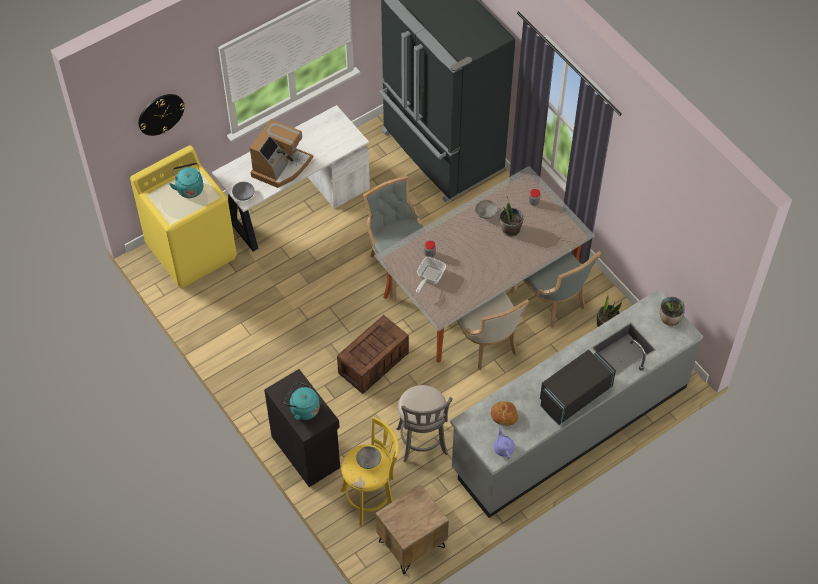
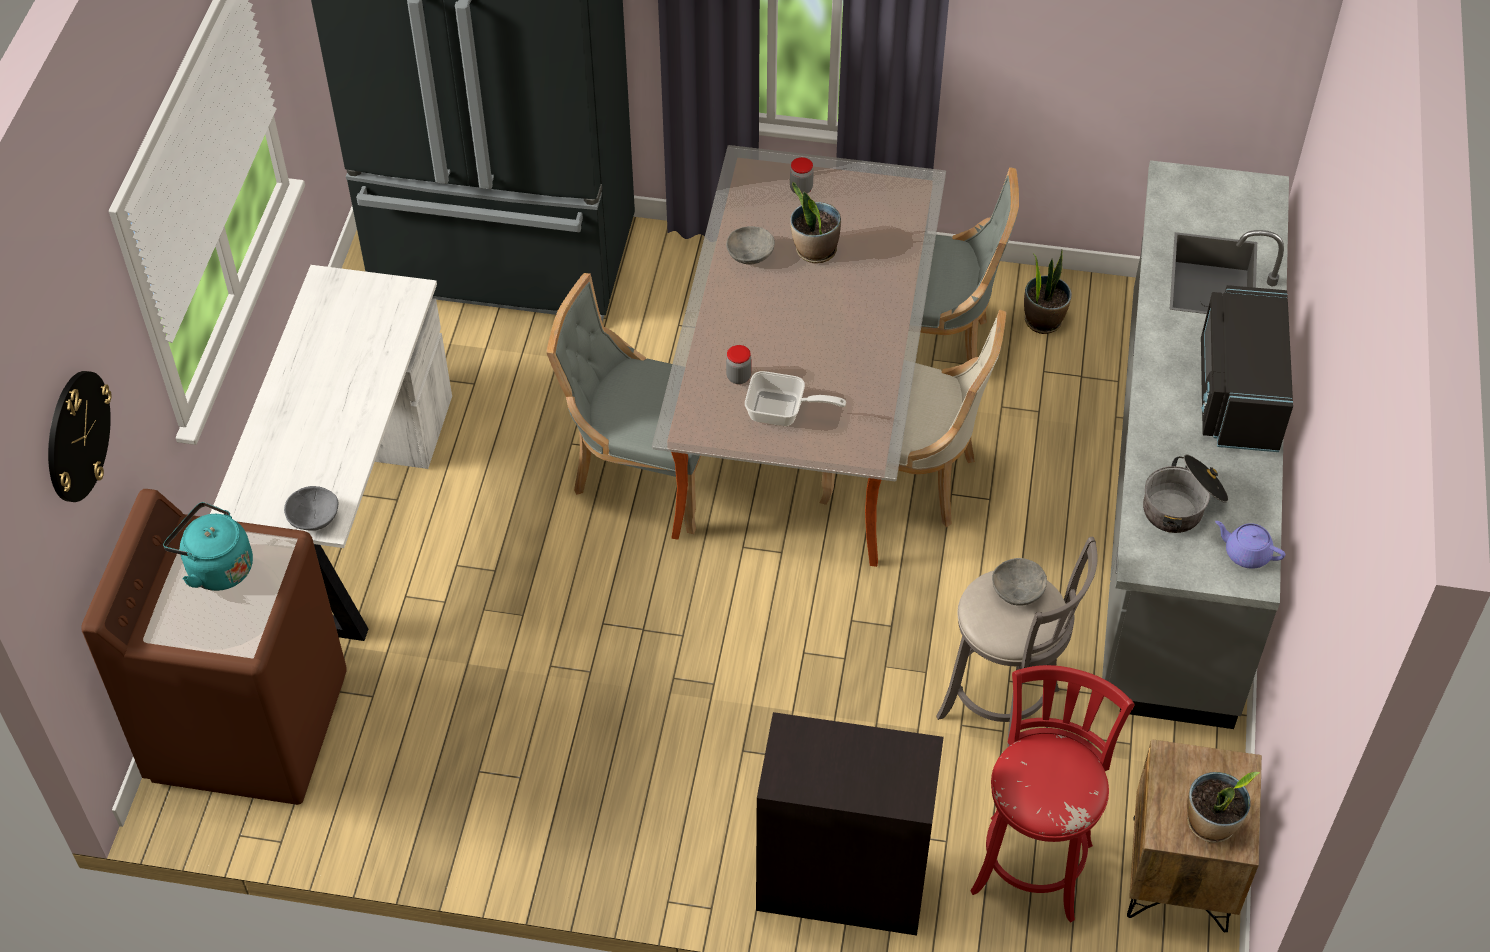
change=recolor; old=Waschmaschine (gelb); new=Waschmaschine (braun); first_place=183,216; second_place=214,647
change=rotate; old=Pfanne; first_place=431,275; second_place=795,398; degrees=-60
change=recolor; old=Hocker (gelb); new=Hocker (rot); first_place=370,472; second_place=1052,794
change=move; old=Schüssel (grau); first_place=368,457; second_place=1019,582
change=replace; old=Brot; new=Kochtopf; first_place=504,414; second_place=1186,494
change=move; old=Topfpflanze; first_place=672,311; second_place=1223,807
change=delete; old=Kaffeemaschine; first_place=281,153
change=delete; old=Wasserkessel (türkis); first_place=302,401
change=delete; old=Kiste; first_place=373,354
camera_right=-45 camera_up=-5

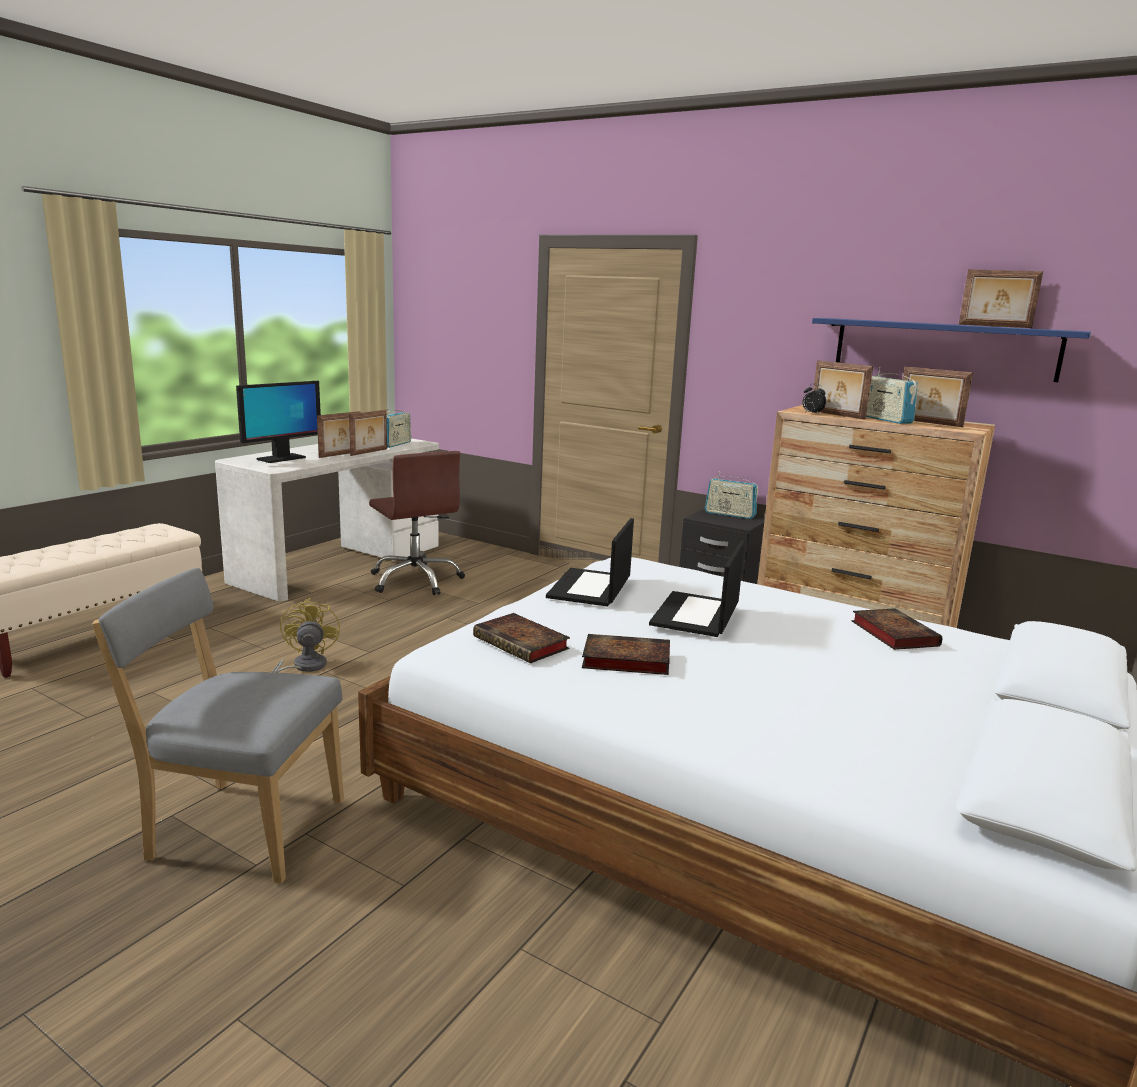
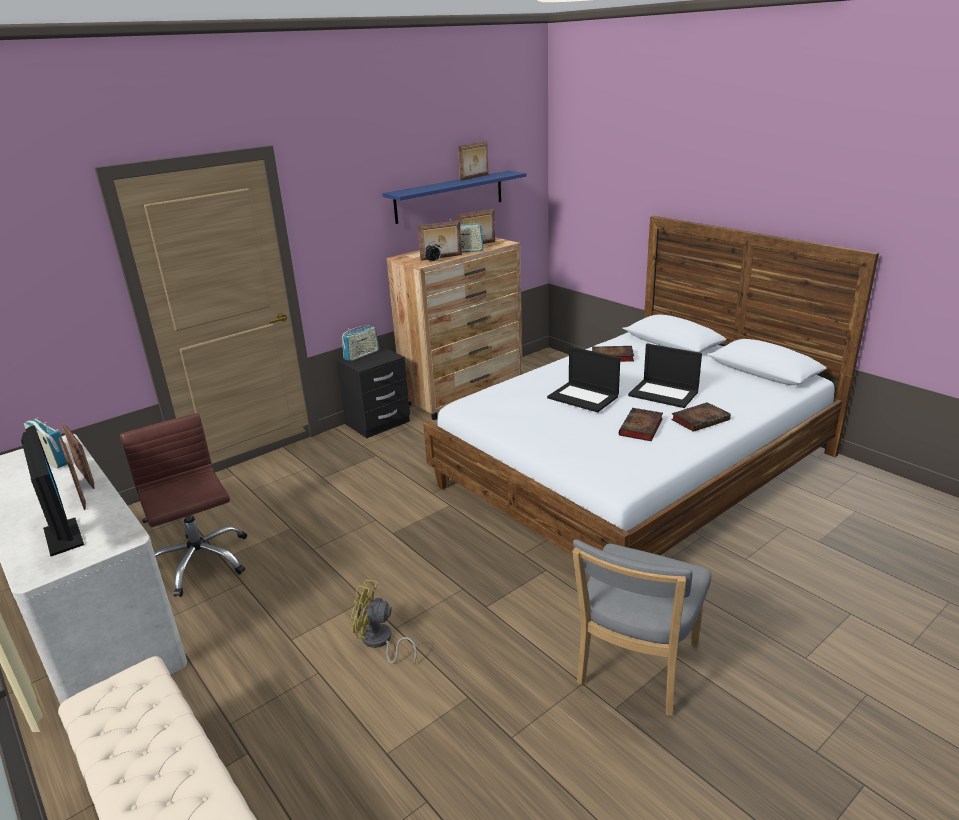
change=rotate; old=Bürostuhl (braun); first_place=417,523; second_place=183,505; degrees=-105
change=move; old=Laptop; first_place=590,562; second_place=665,375
change=move; old=Buch; first_place=521,638; second_place=701,417
camera_right=-70 camera_up=10

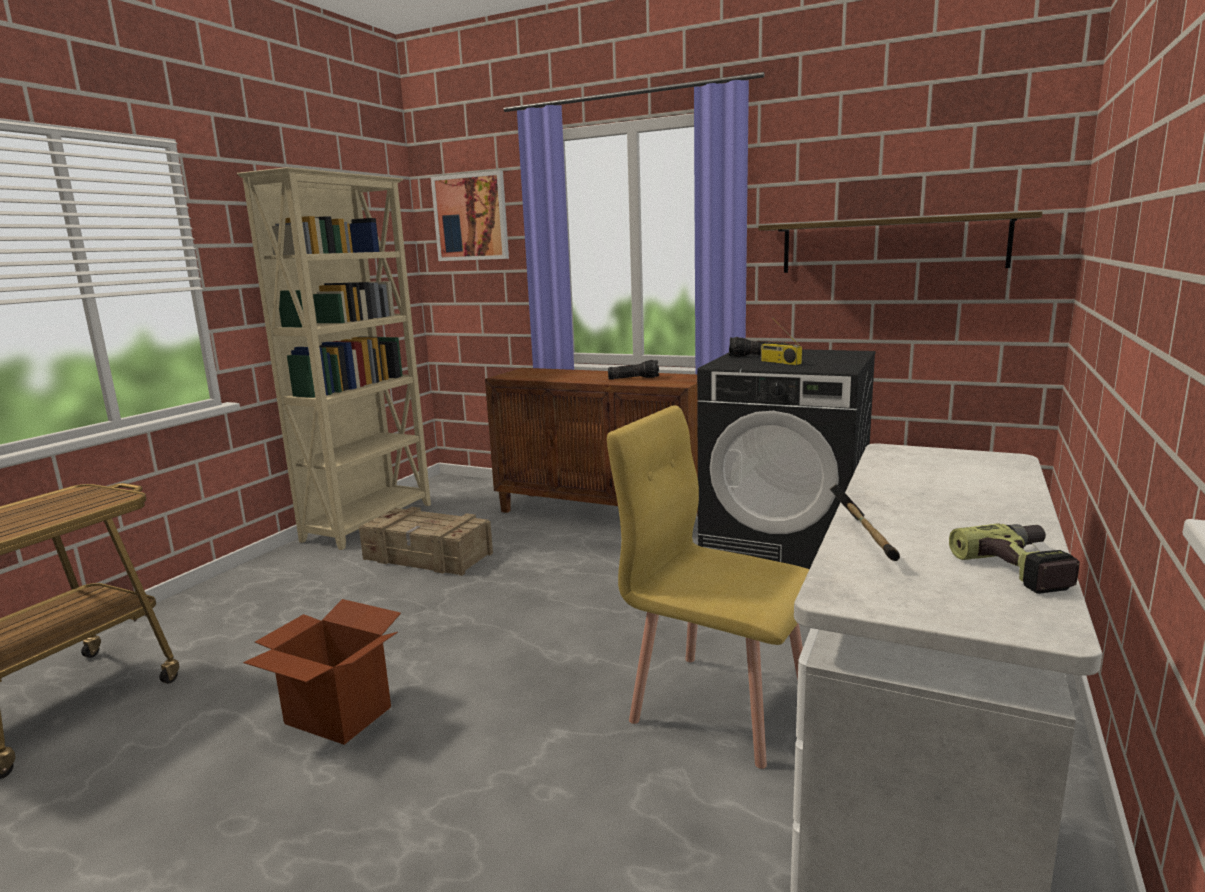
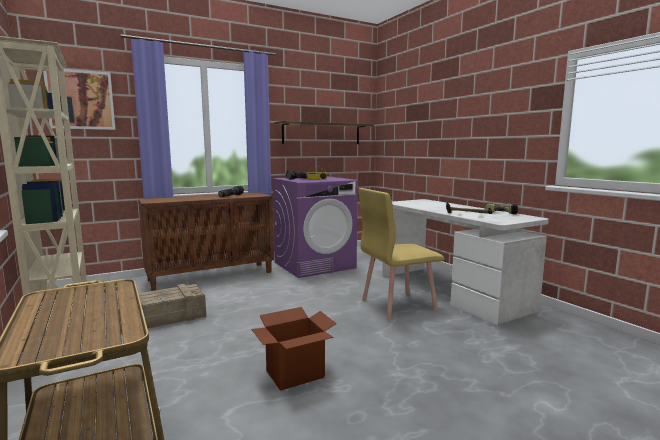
change=recolor; old=Waschmaschine (schwarz); new=Waschmaschine (lila); first_place=786,459; second_place=315,227
camera_right=-55 camera_up=-5

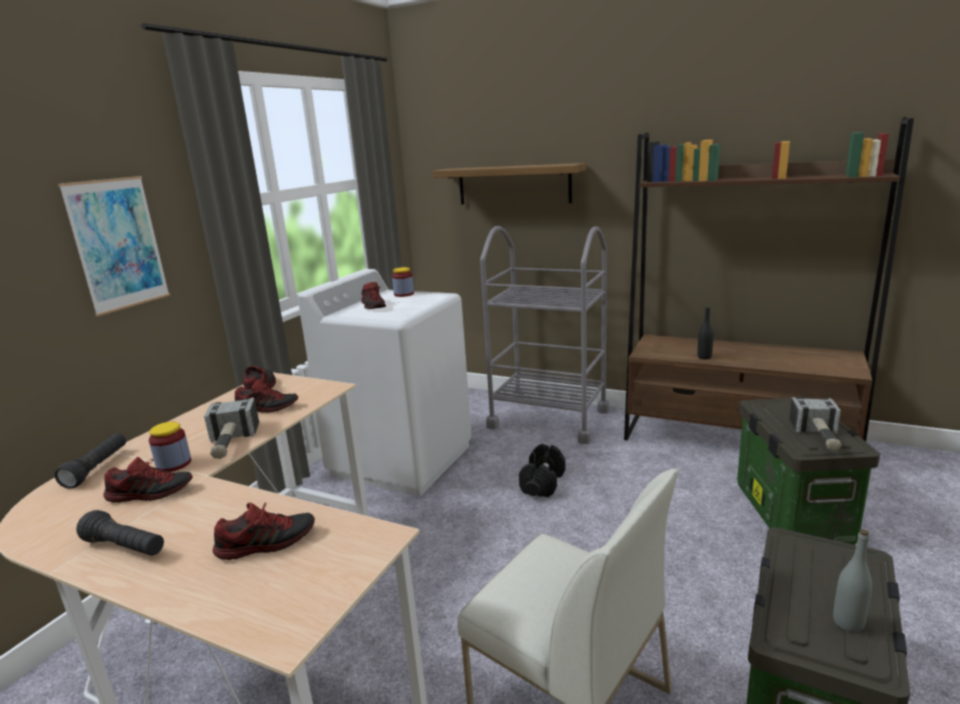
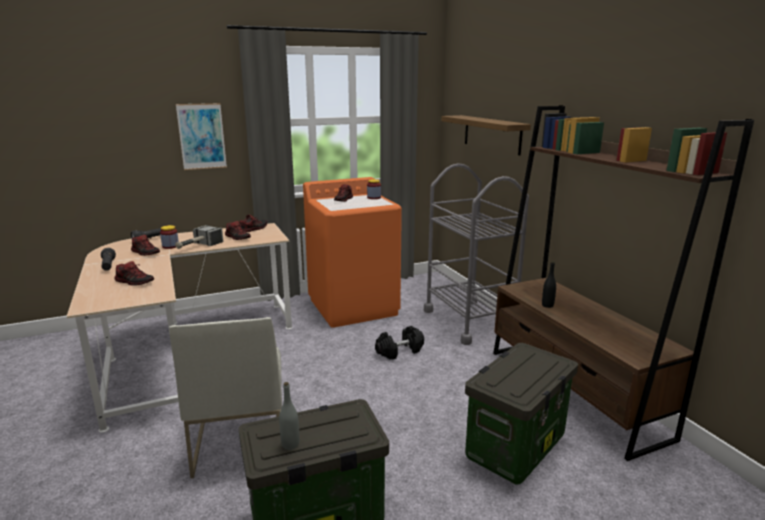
change=recolor; old=Waschmaschine (weiß); new=Waschmaschine (orange); first_place=385,382; second_place=352,252
change=delete; old=Hammer; first_place=815,424
camera_right=40 camera_up=0

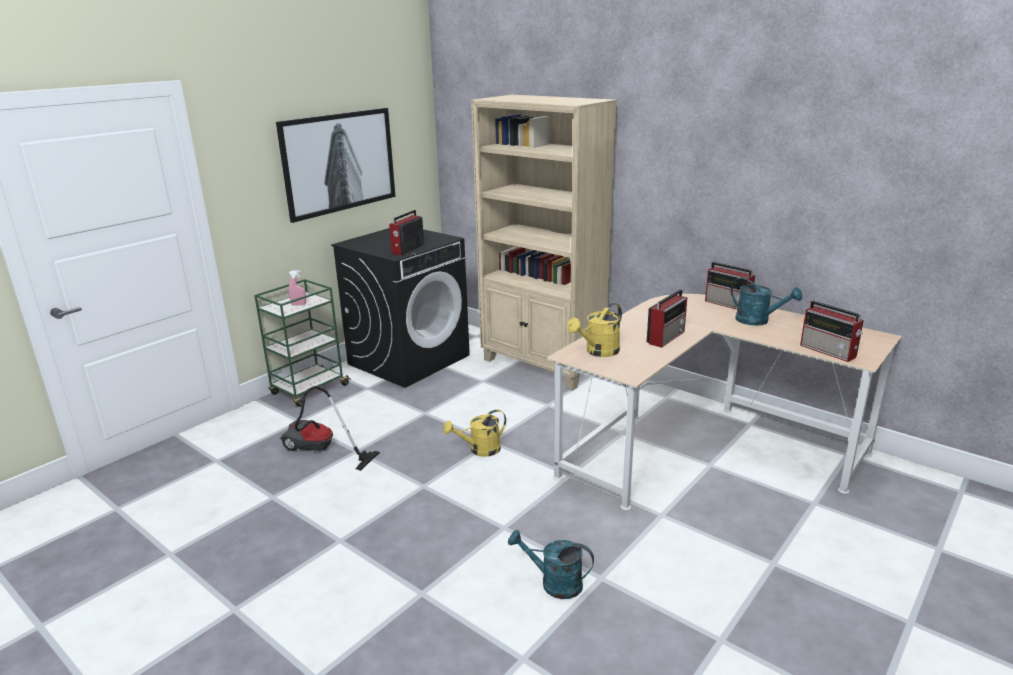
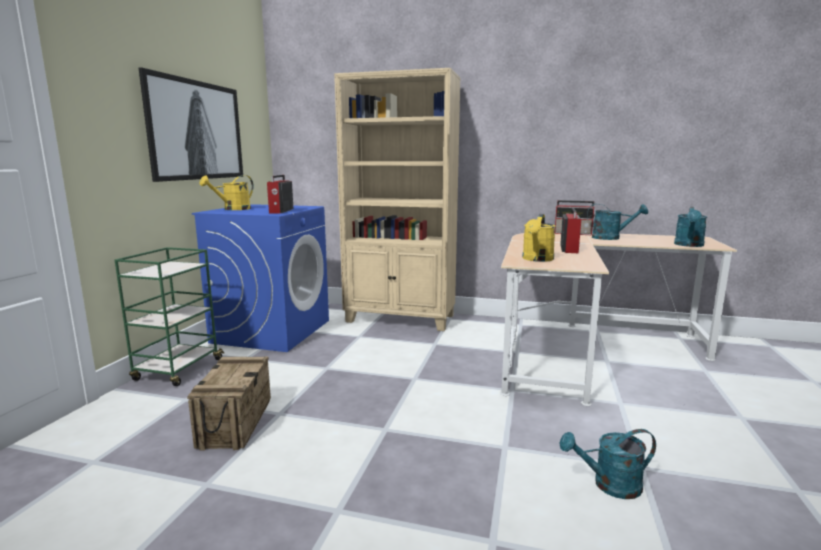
change=replace; old=Staubsauger; new=Kiste; first_place=330,428; second_place=229,403
change=recolor; old=Waschmaschine (schwarz); new=Waschmaschine (blau); first_place=400,308; second_place=260,278
change=move; old=Gießkanne (gelb); first_place=474,433; second_place=226,192
change=replace; old=Radio; new=Gießkanne (türkis); first_place=832,331; second_place=690,227
change=delete; old=Sprühflasche (rosa); first_place=297,288
camera_right=-25 camera_up=-10

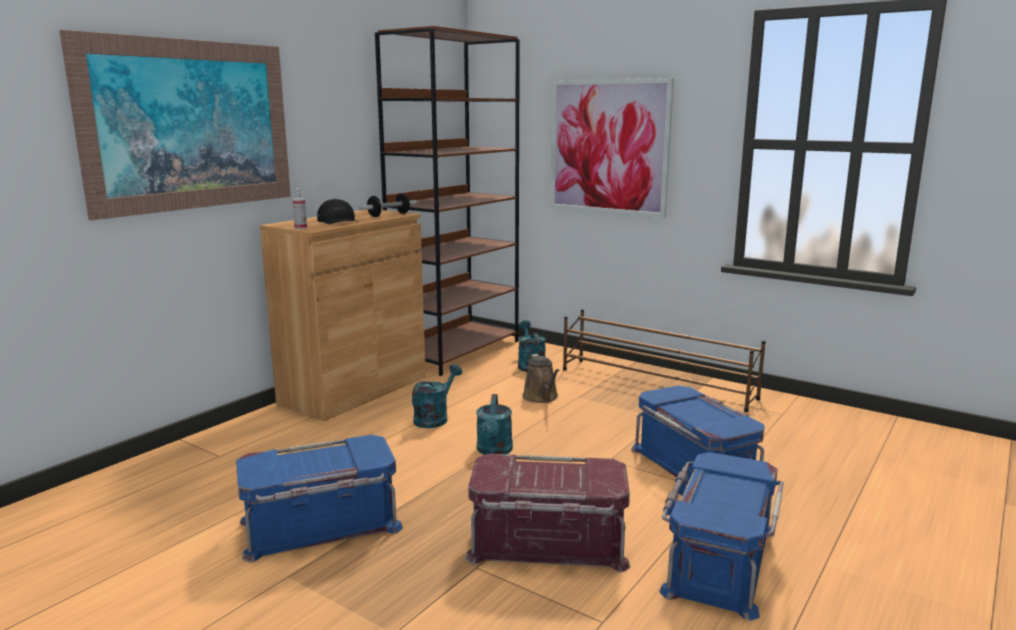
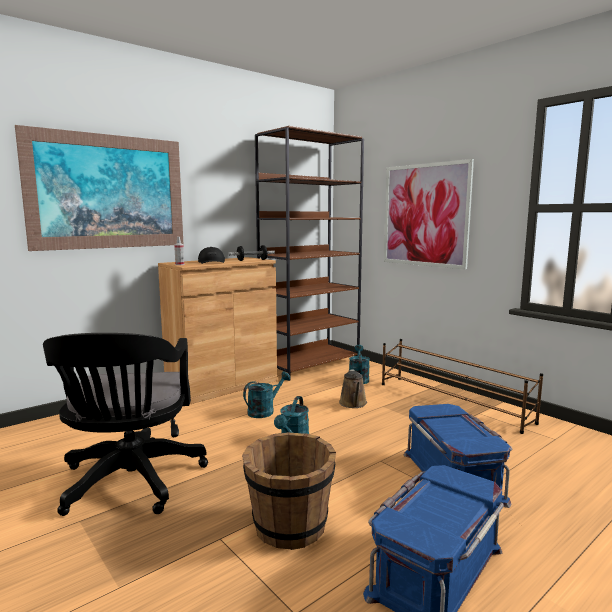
change=replace; old=Aufbewahrungsbox (blau); new=Bürostuhl (schwarz); first_place=319,499; second_place=125,424
change=replace; old=Aufbewahrungsbox (rot); new=Eimer (braun); first_place=547,513; second_place=289,491
camera_right=15 camera_up=-5

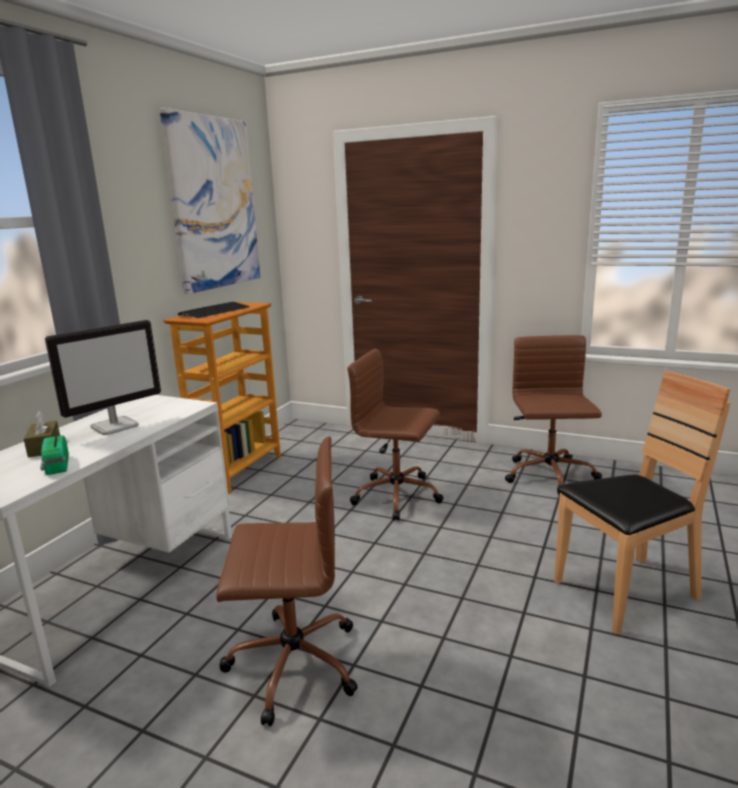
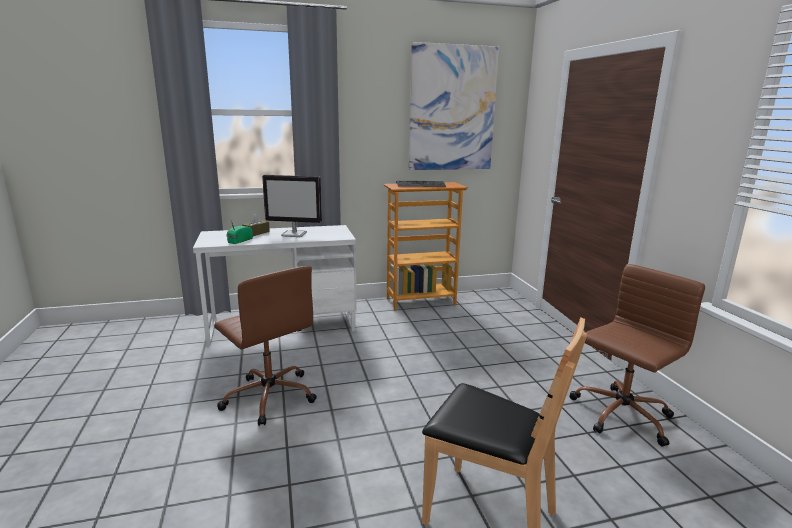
change=delete; old=Bürostuhl (braun); first_place=395,435
camera_right=50 camera_up=0

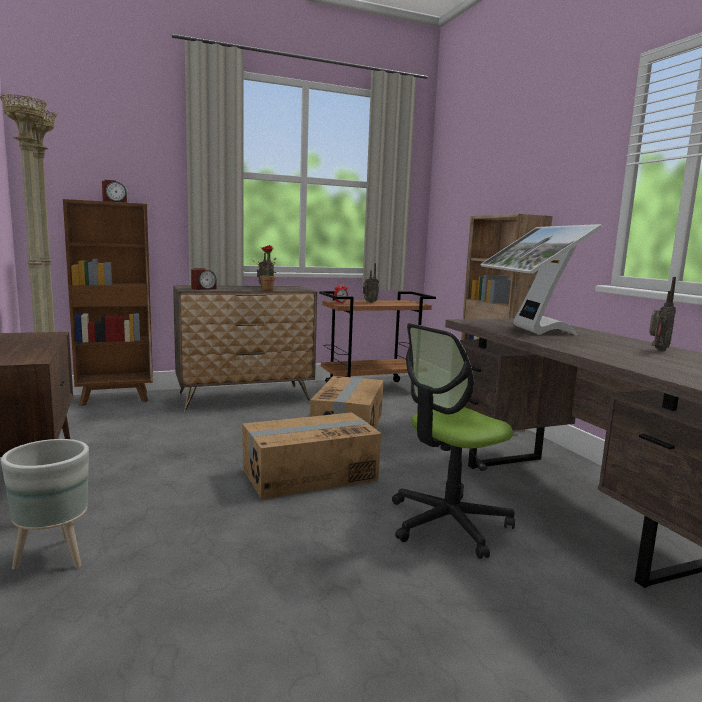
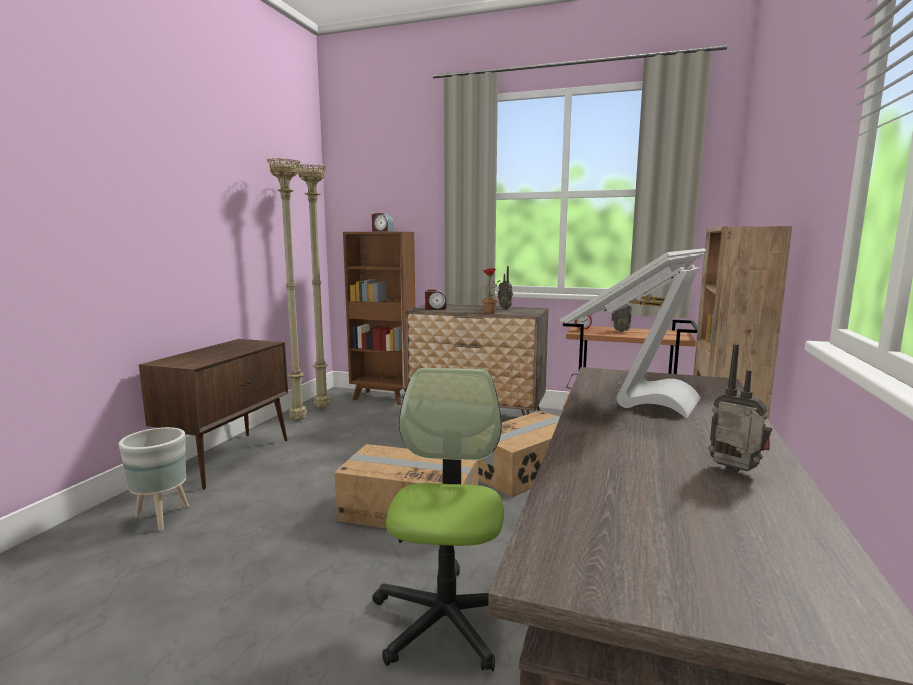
change=rotate; old=Bürostuhl; first_place=453,441; second_place=438,519; degrees=90
change=rotate; old=Radio; first_place=662,314; second_place=740,408; degrees=-135
camera_right=40 camera_up=0

